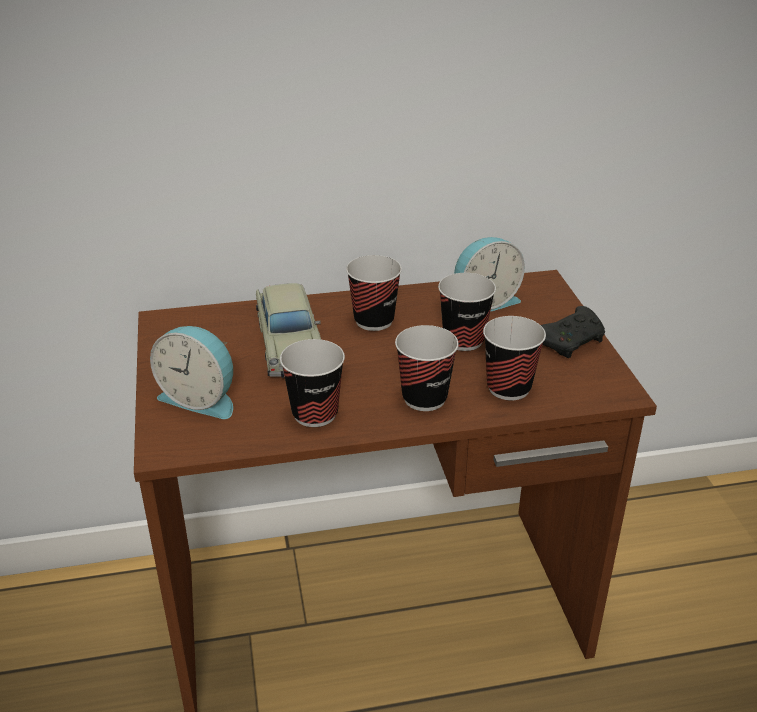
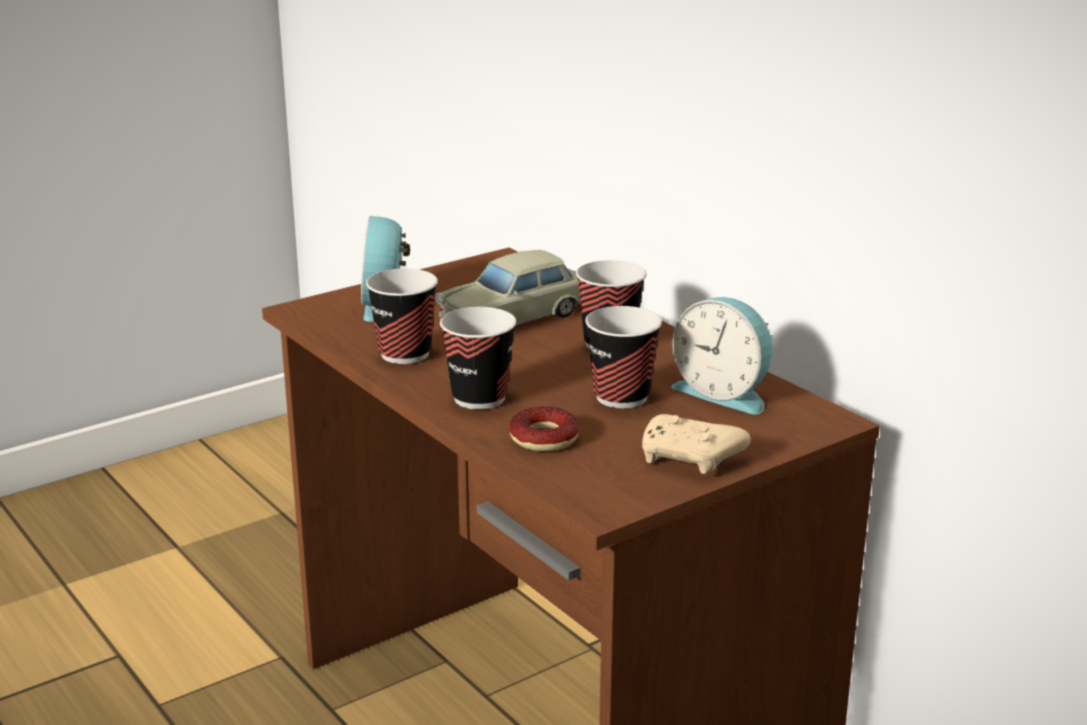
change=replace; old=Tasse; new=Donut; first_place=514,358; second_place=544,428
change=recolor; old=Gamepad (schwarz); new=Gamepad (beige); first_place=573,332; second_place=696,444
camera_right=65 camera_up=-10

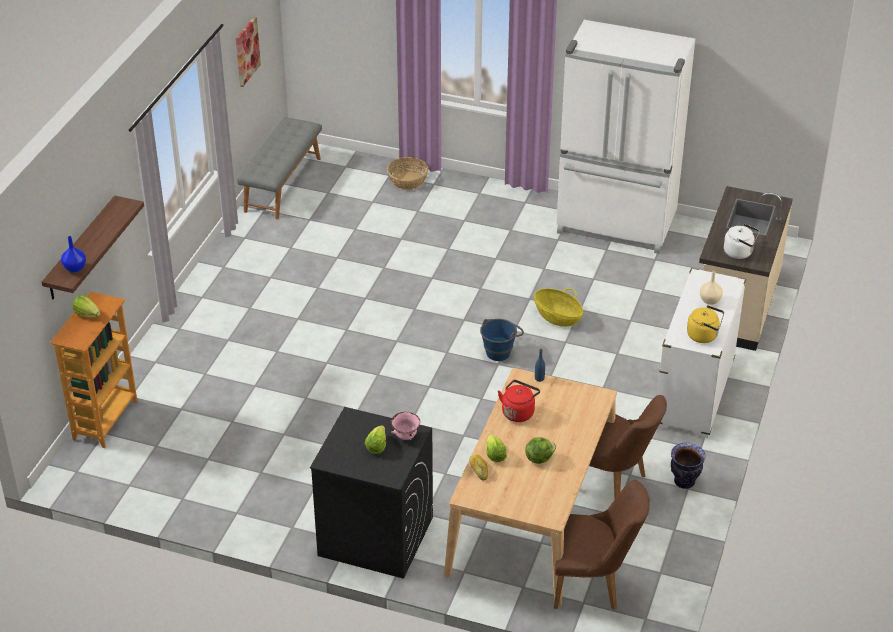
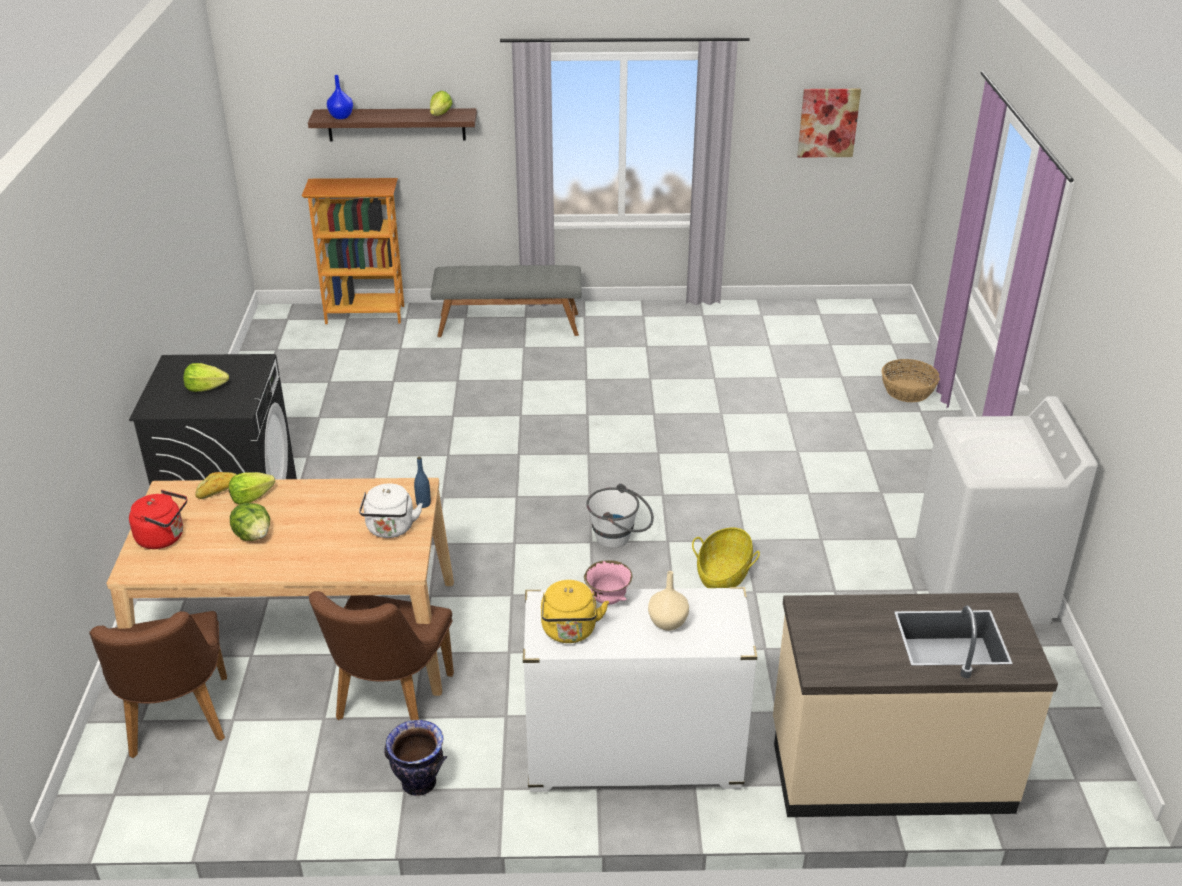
change=move; old=Wasserkessel (rot); first_place=519,401; second_place=158,519
change=move; old=Wasserkessel (weiß); first_place=742,241; second_place=391,510
change=move; old=Salatkopf; first_place=87,306; second_place=441,103
change=move; old=Bank (grau); first_place=279,168; second_place=506,301
change=move; old=Schüssel (rosa); first_place=405,426; second_place=608,582
change=recolor; old=Eimer (blau); new=Eimer (weiß); first_place=502,340; second_place=620,516
change=replace; old=Kühlschrank (weiß); new=Waschmaschine (weiß); first_place=625,137; second_place=1006,510
camera_right=70 camera_up=-5

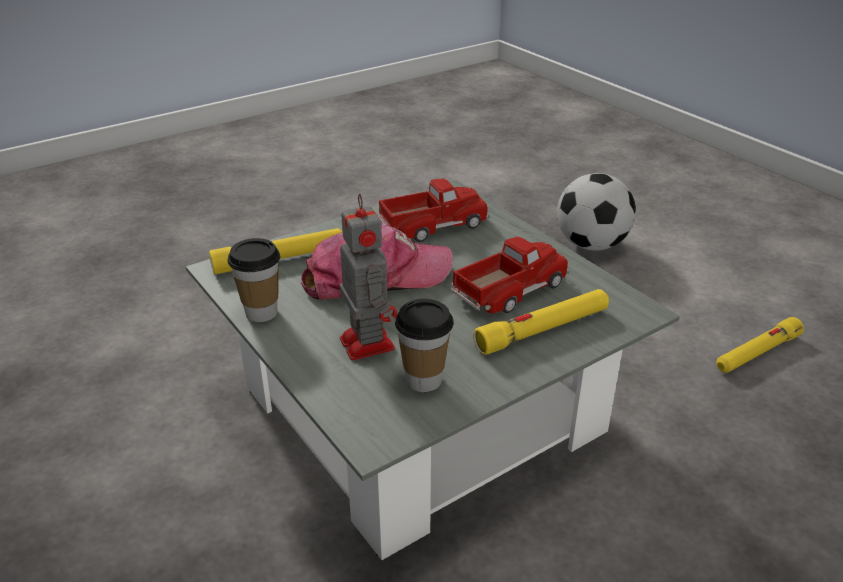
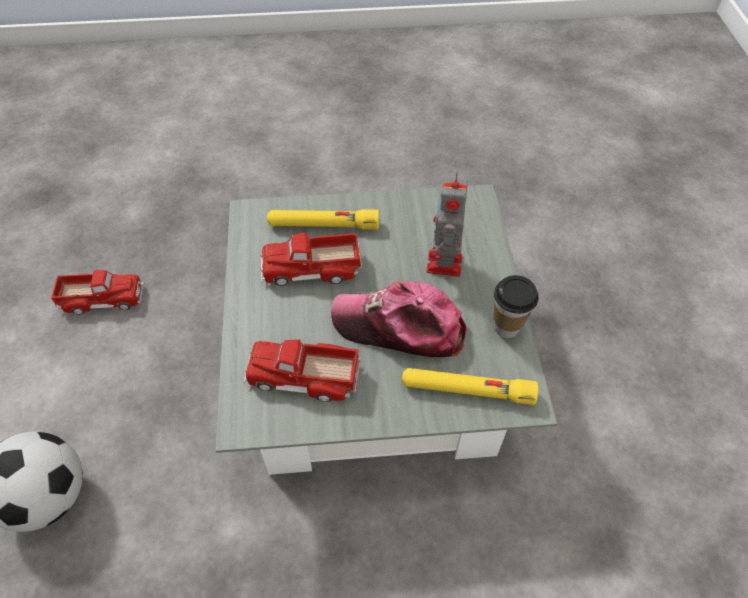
change=replace; old=Taschenlampe (gelb); new=Spielzeuglaster; first_place=760,345; second_place=97,292
change=delete; old=Tasse; first_place=424,345
camera_right=-150 camera_up=20

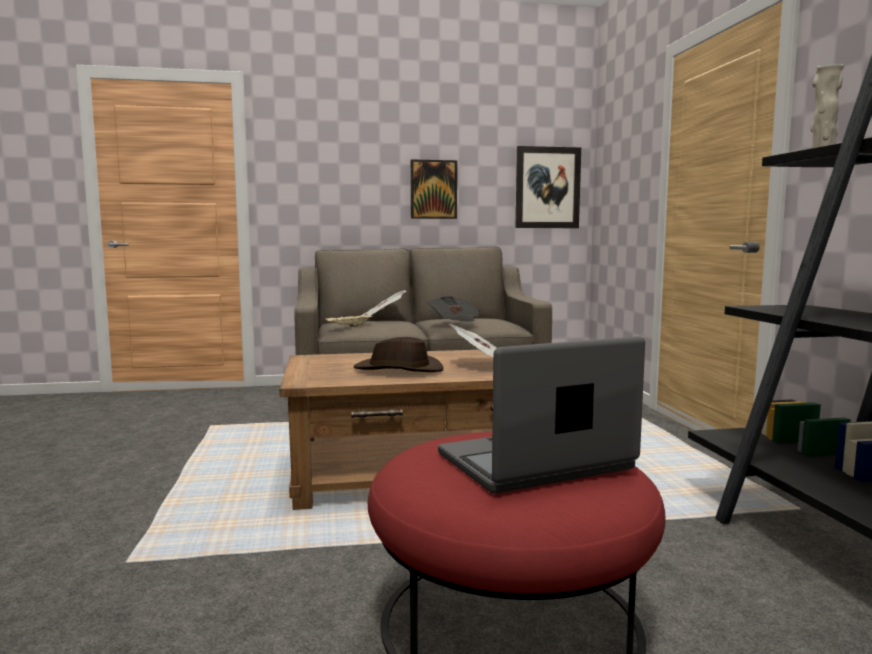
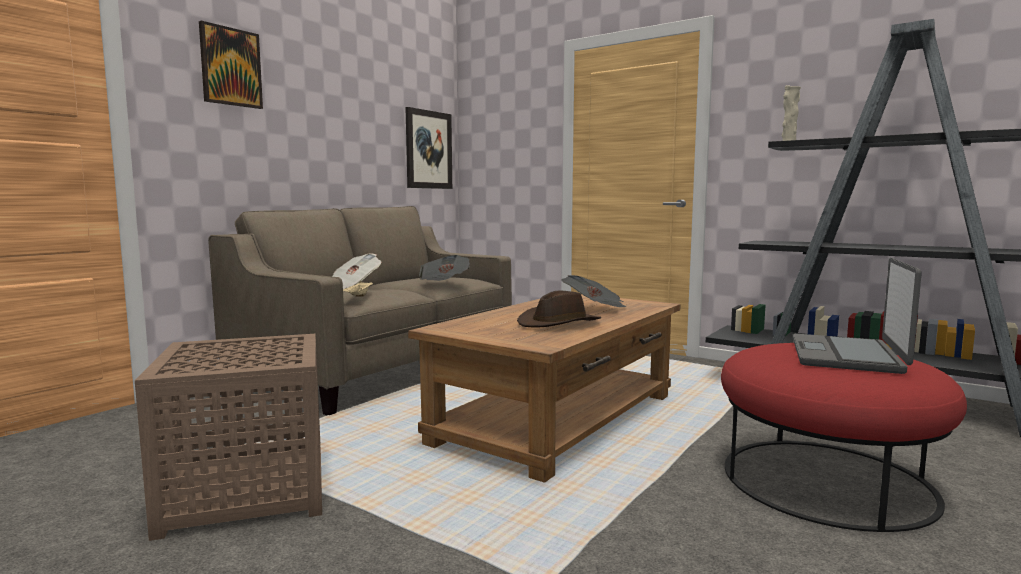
change=insert; new=Beistelltisch (braun); second_place=228,437
change=move; old=Bild; first_place=434,189; second_place=231,65
camera_right=-45 camera_up=0

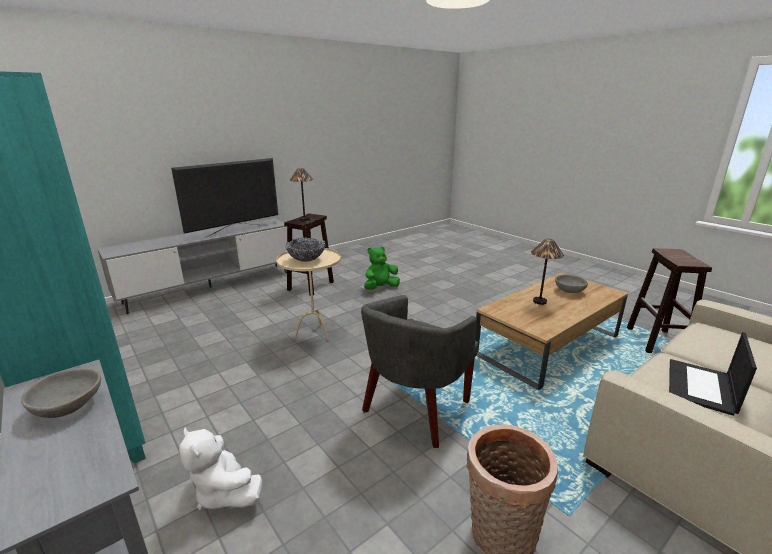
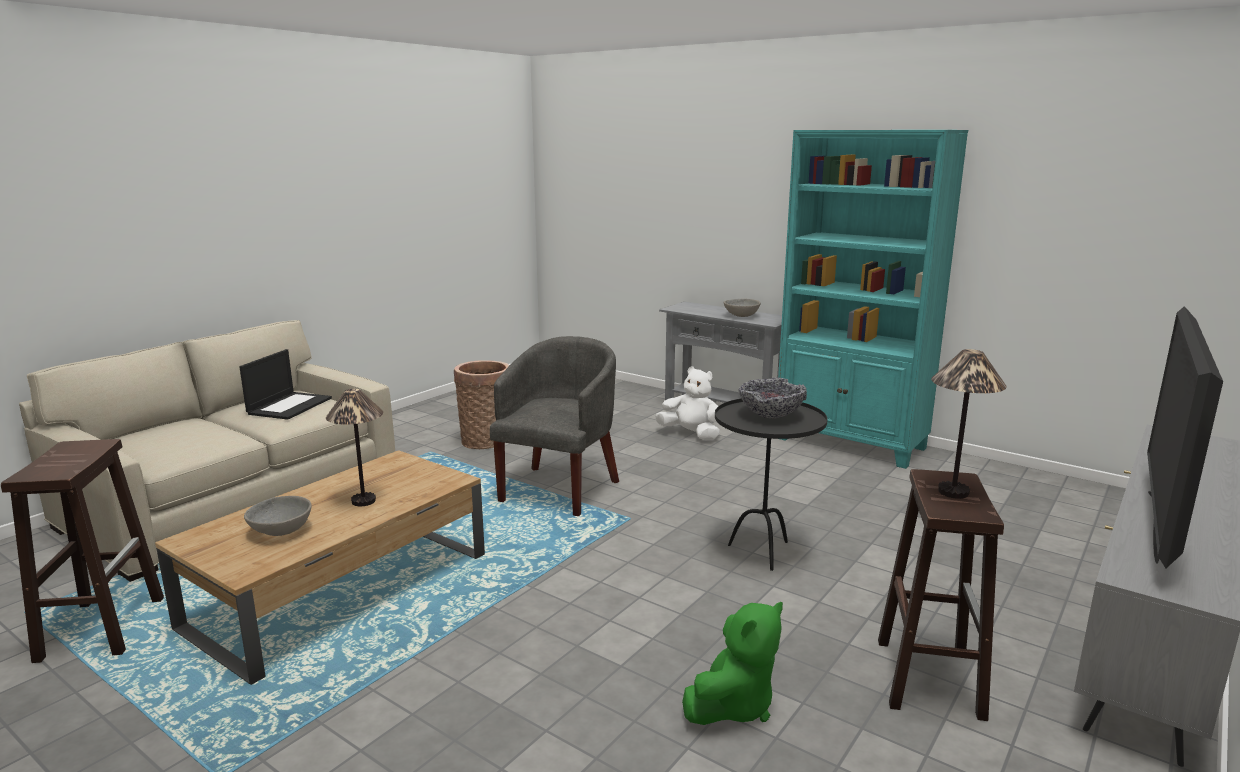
change=recolor; old=Beistelltisch (beige); new=Beistelltisch (schwarz); first_place=308,294; second_place=771,484
camera_right=165 camera_up=-5

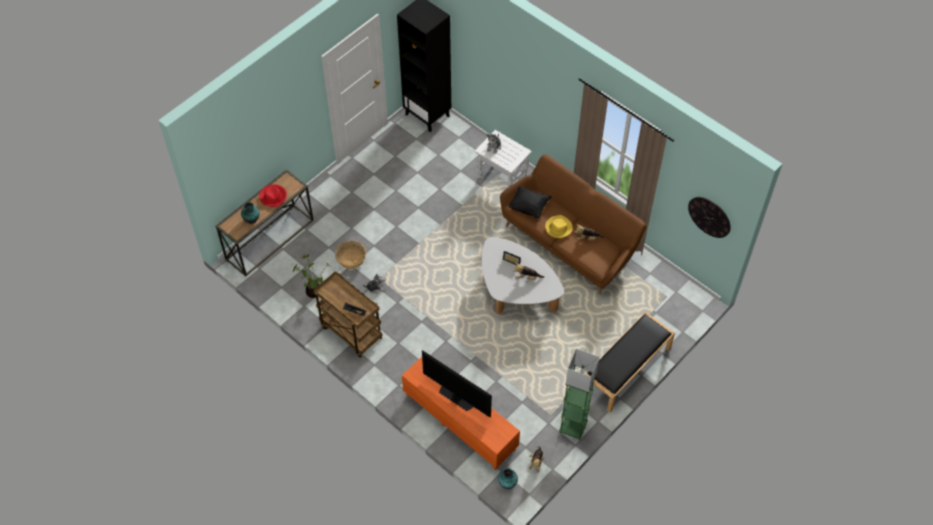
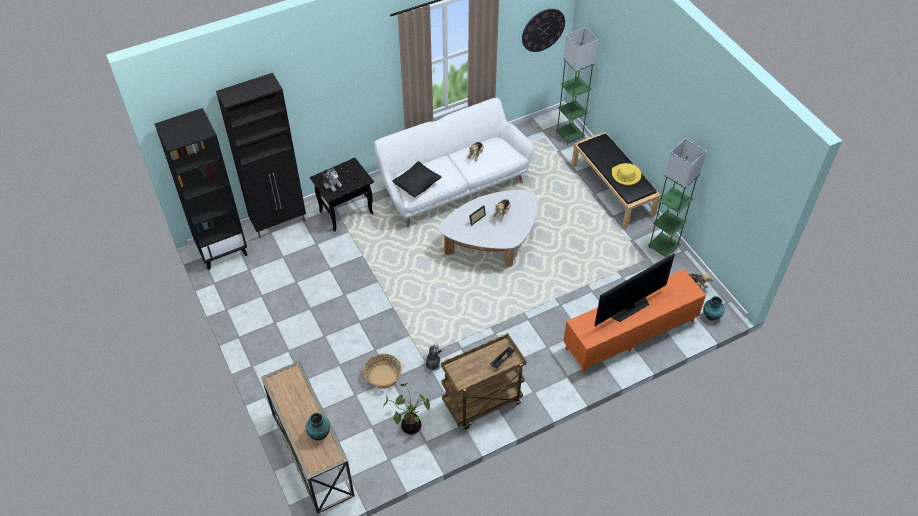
change=insert; new=Schrank (schwarz); second_place=261,155
change=recolor; old=Beistelltisch (weiß); new=Beistelltisch (schwarz); first_place=503,158; second_place=342,195
change=recolor; old=Sofa (braun); new=Sofa (weiß); first_place=573,224; second_place=454,163
change=insert; new=Stehlampe (grün); second_place=576,86
change=move; old=Hut (gelb); first_place=559,226; second_place=626,174
change=delete; old=Hut (rot); first_place=273,195
camera_right=-70 camera_up=-5

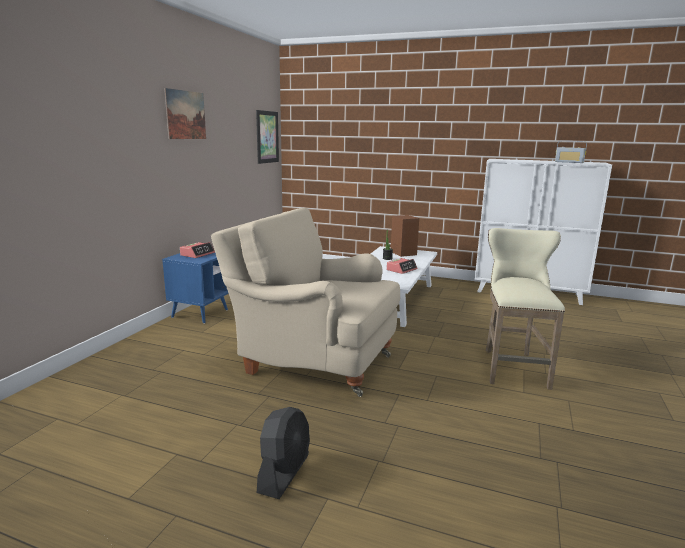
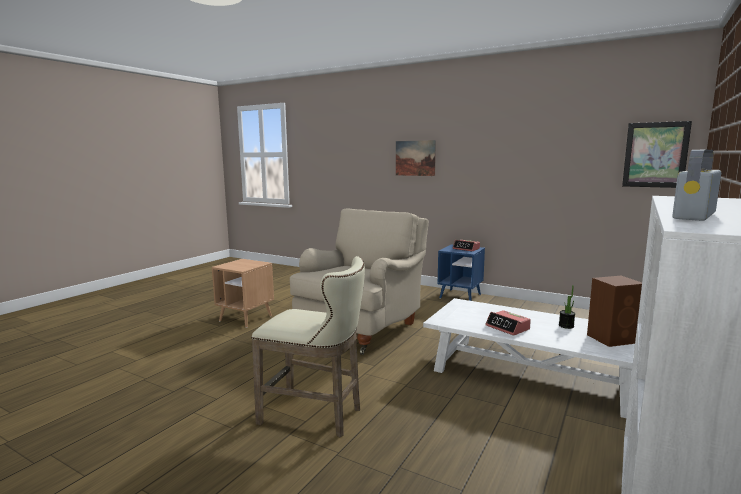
change=replace; old=Ventilator (schwarz); new=Beistelltisch (braun); first_place=283,453; second_place=243,293
change=move; old=Bild; first_place=185,113; second_place=416,158
camera_right=100 camera_up=-5

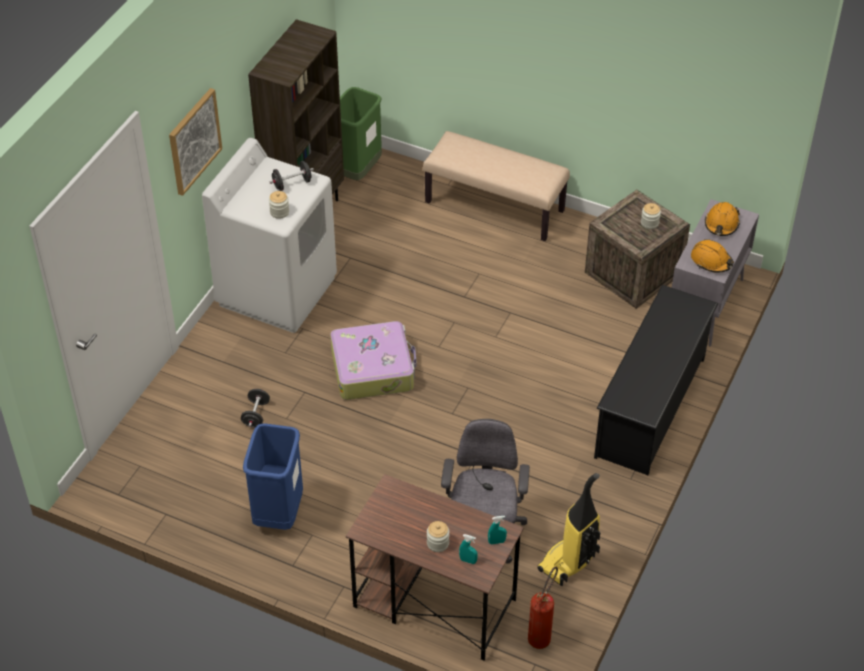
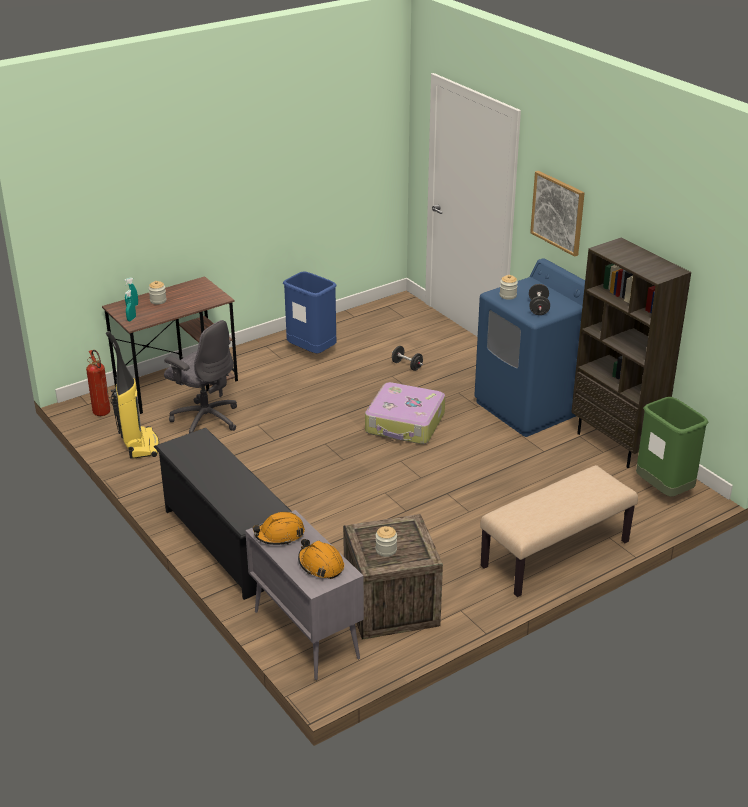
change=recolor; old=Waschmaschine (weiß); new=Waschmaschine (blau); first_place=269,235; second_place=529,347
camera_right=120 camera_up=-15

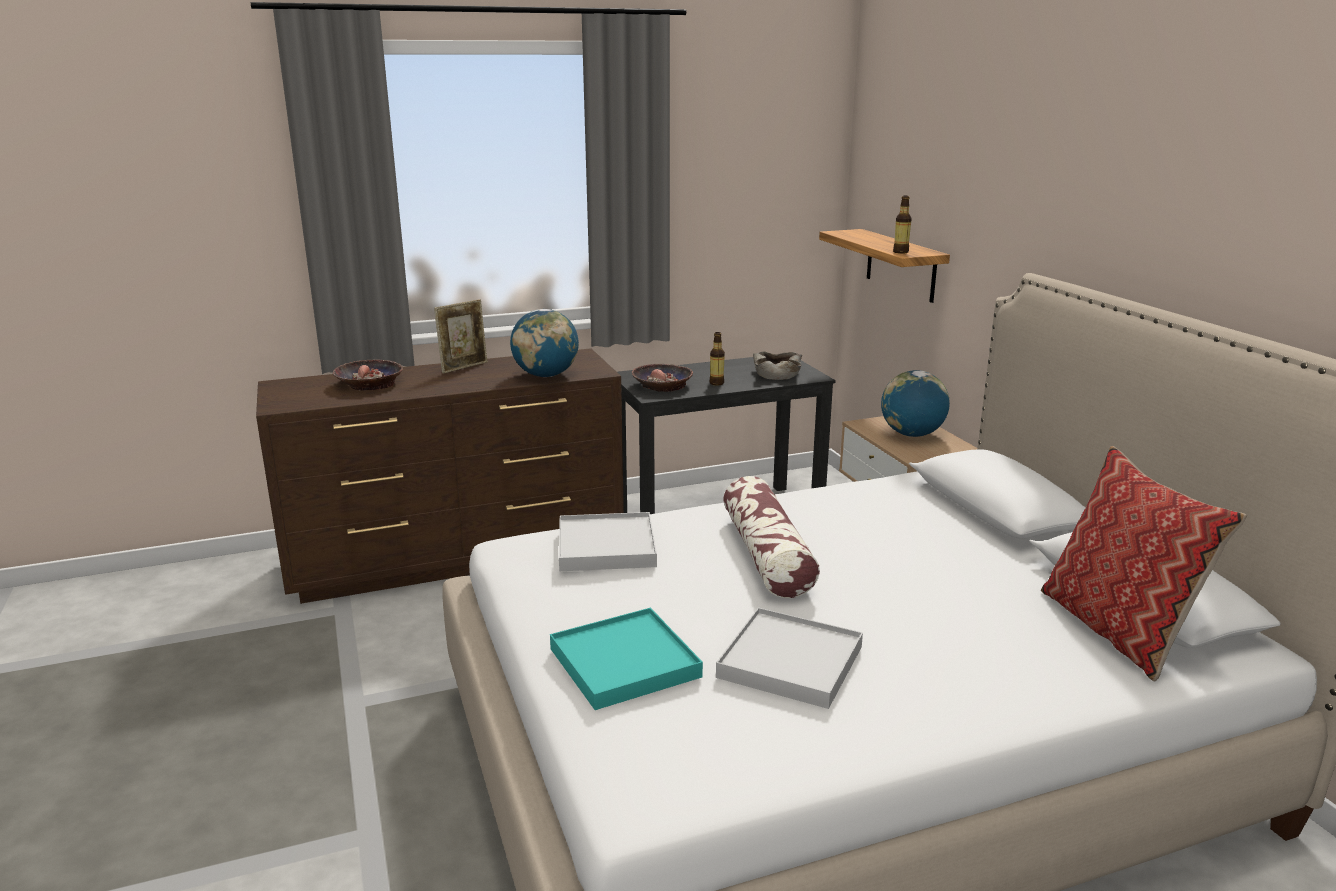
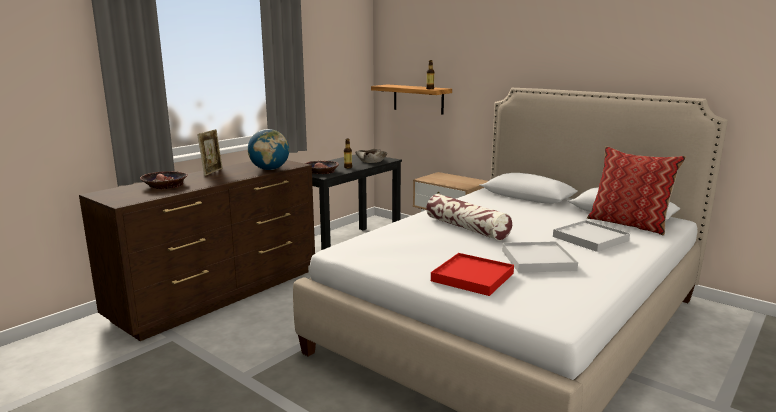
change=recolor; old=Tablett (türkis); new=Tablett (rot); first_place=626,659; second_place=472,274
change=move; old=Tablett (weiß); first_place=608,541; second_place=591,236
change=delete; old=Globus; first_place=915,403
camera_right=-30 camera_up=-5

